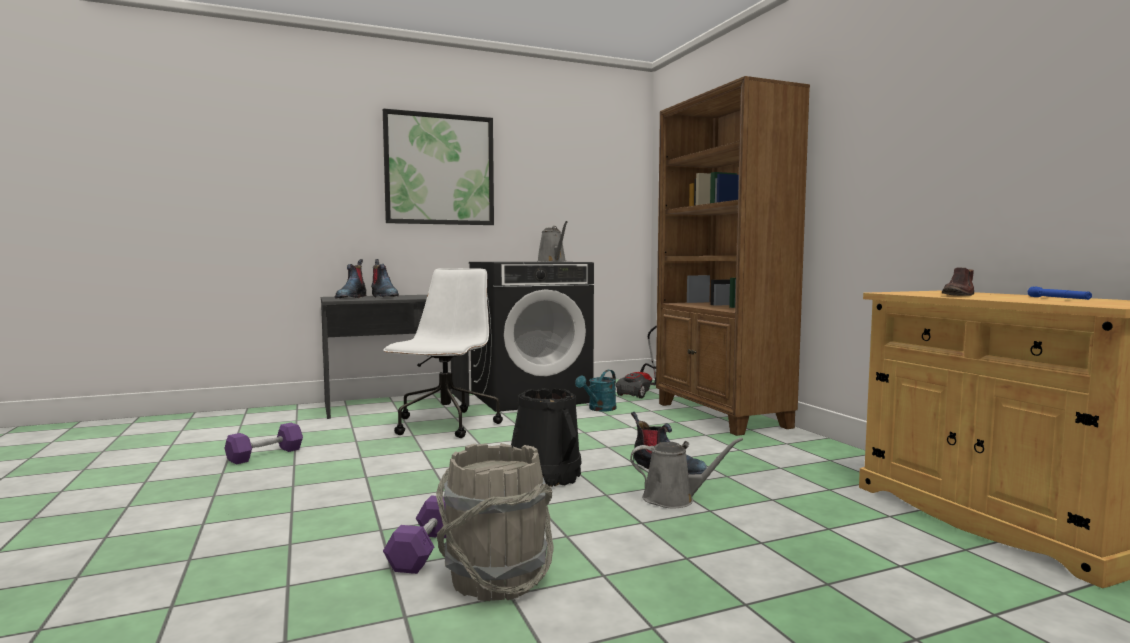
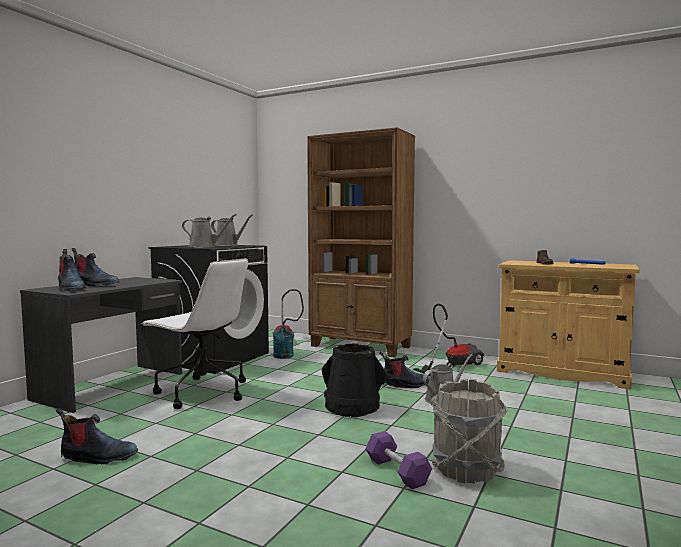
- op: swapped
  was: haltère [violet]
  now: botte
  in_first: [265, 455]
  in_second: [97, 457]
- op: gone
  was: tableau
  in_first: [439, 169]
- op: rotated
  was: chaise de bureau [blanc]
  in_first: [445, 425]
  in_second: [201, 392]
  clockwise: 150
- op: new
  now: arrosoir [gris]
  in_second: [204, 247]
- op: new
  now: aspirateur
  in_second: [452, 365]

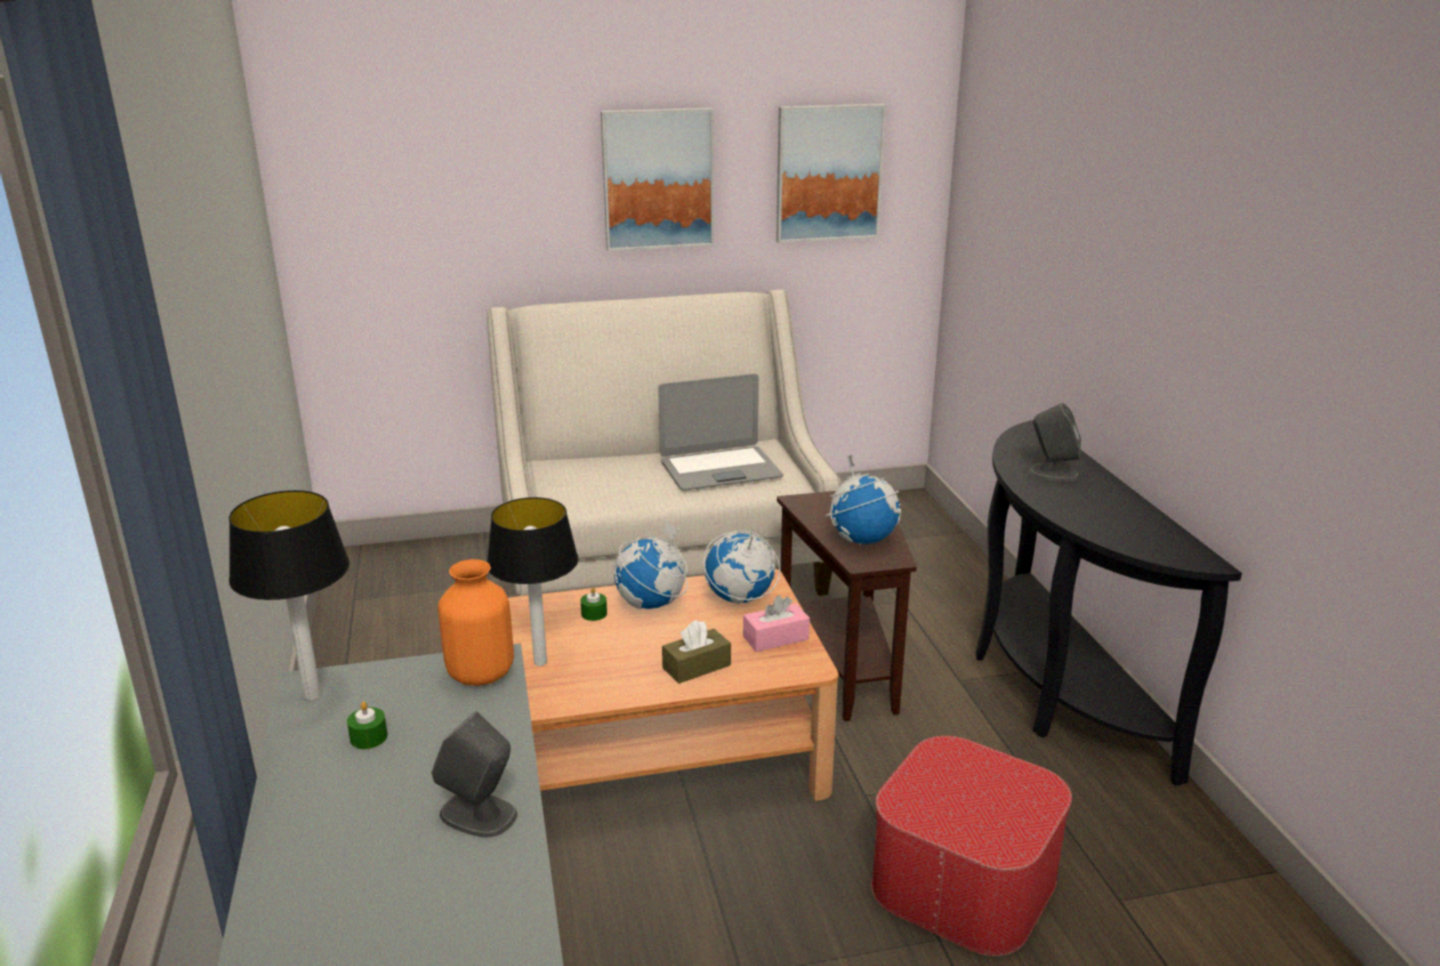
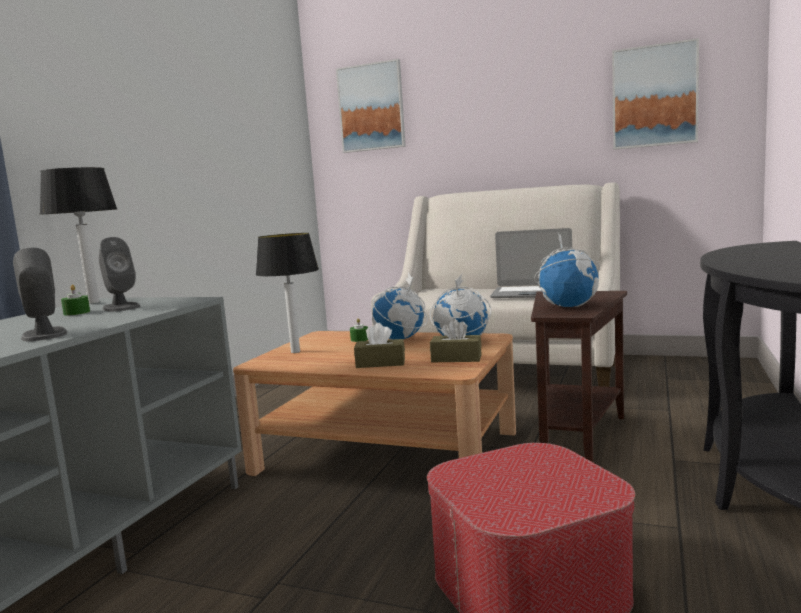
- op: gone
  was: vase [orange]
  in_first: [481, 674]
- op: shifted
  was: tableau
  in_first: [658, 179]
  in_second: [371, 107]
- op: repainted
  was: boîte à mouchoirs [rose]
  now: boîte à mouchoirs [marron]
  in_first: [775, 638]
  in_second: [456, 358]
- op: shifted
  was: enceinte [gris]
  in_first: [1053, 473]
  in_second: [121, 307]

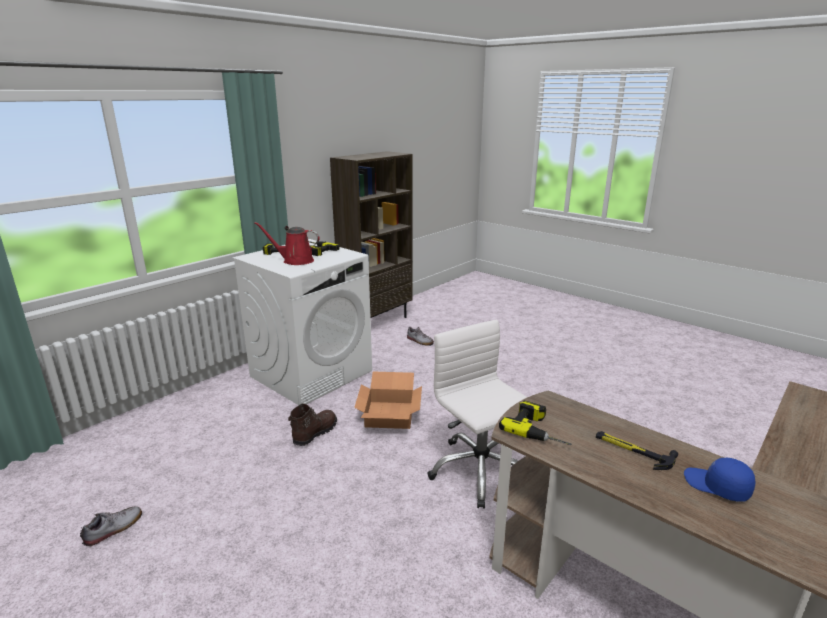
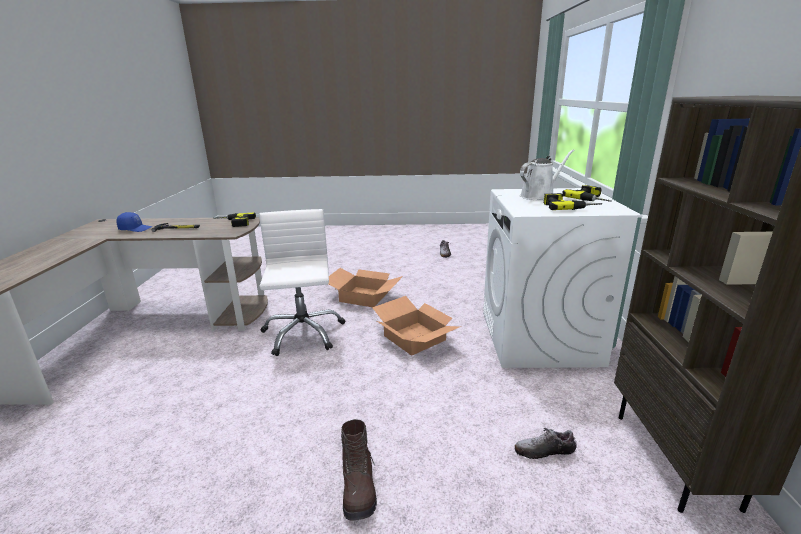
- op: repainted
  was: arrosoir [rouge]
  now: arrosoir [blanc]
  in_first: [295, 261]
  in_second: [539, 196]
- op: shifted
  was: botte [marron]
  in_first: [314, 433]
  in_second: [358, 487]
- op: rotated
  was: chaise de bureau [blanc]
  in_first: [479, 471]
  in_second: [303, 333]
  clockwise: -120
- op: new
  now: carton
  in_second: [365, 296]

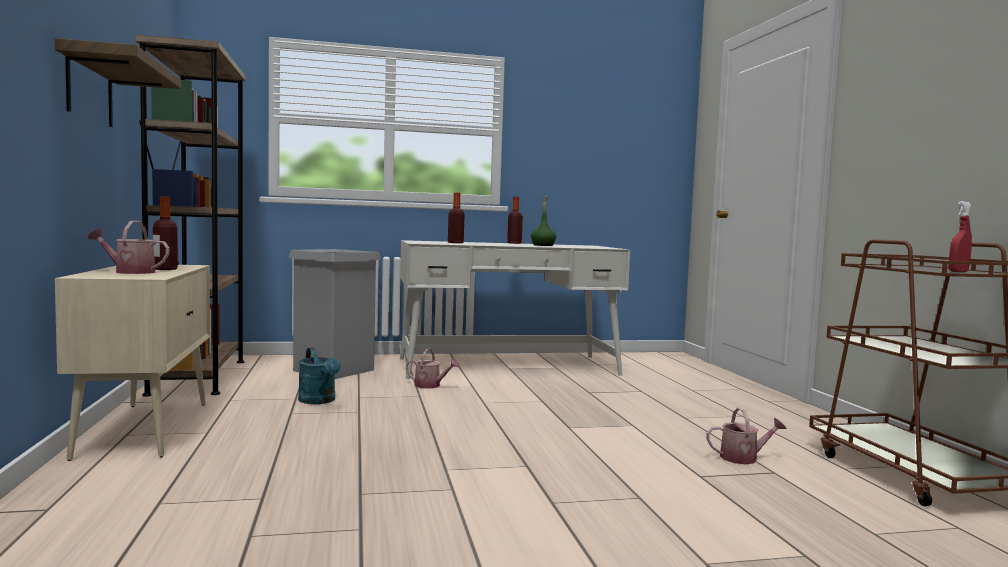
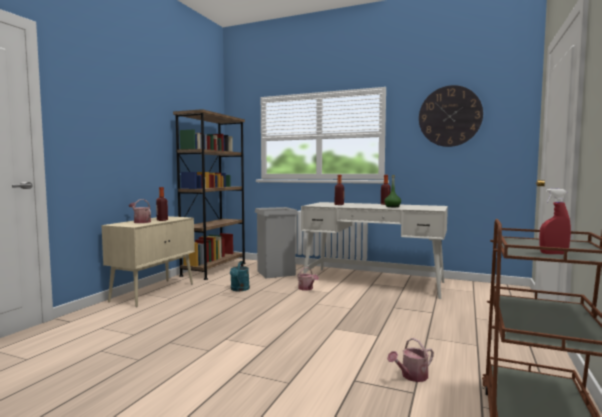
- op: gone
  was: étagère
  in_first: [89, 89]
- op: rotated
  was: arrosoir
  in_first: [743, 458]
  in_second: [411, 376]
  clockwise: 120
- op: new
  now: horloge murale
  in_second: [450, 116]

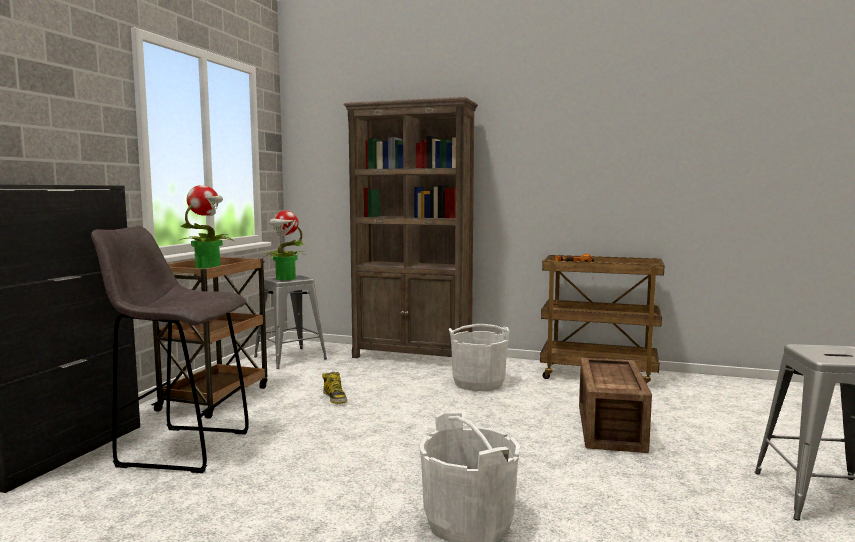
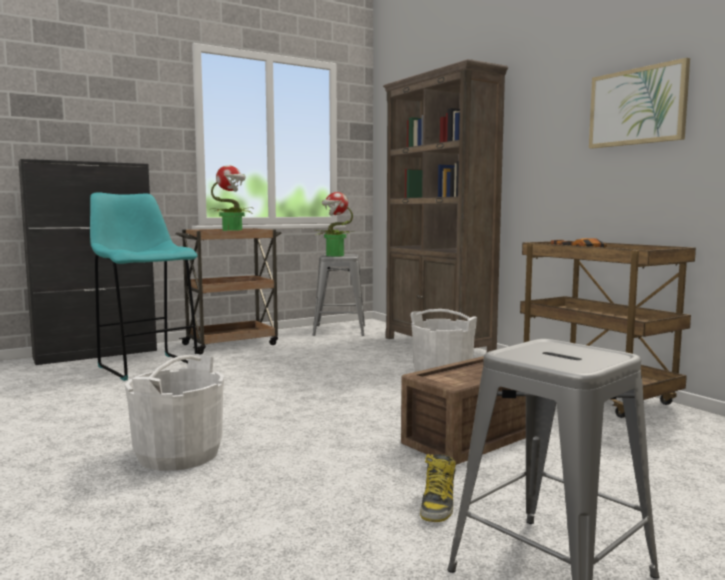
- op: repainted
  was: tabouret [gris]
  now: tabouret [turquoise]
  in_first: [181, 448]
  in_second: [146, 366]
- op: shifted
  was: botte
  in_first: [335, 398]
  in_second: [438, 504]
- op: new
  now: tableau
  in_second: [637, 107]

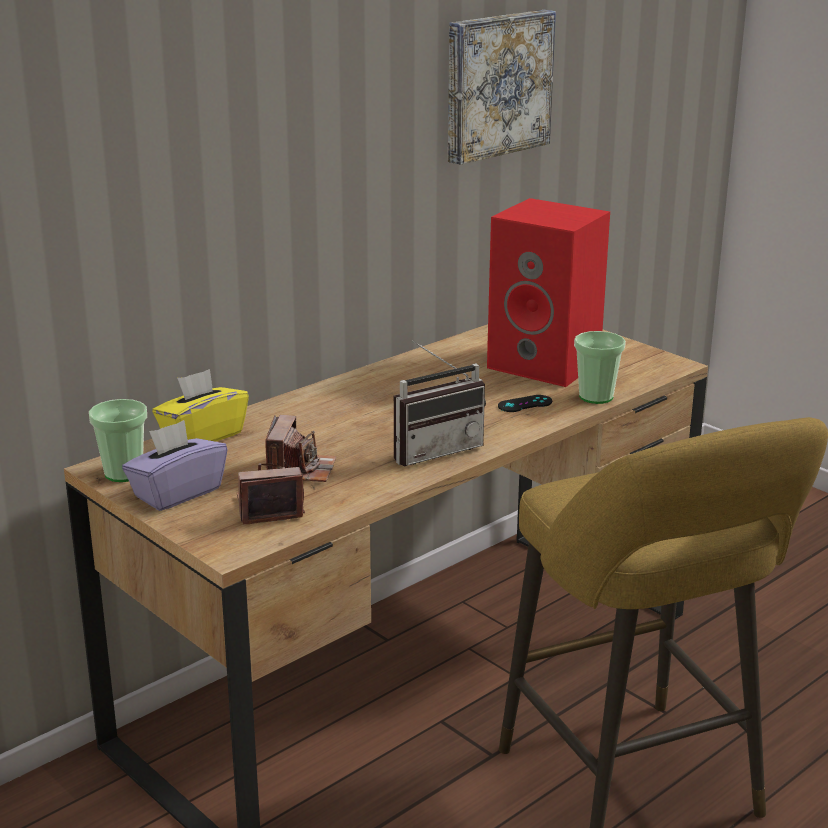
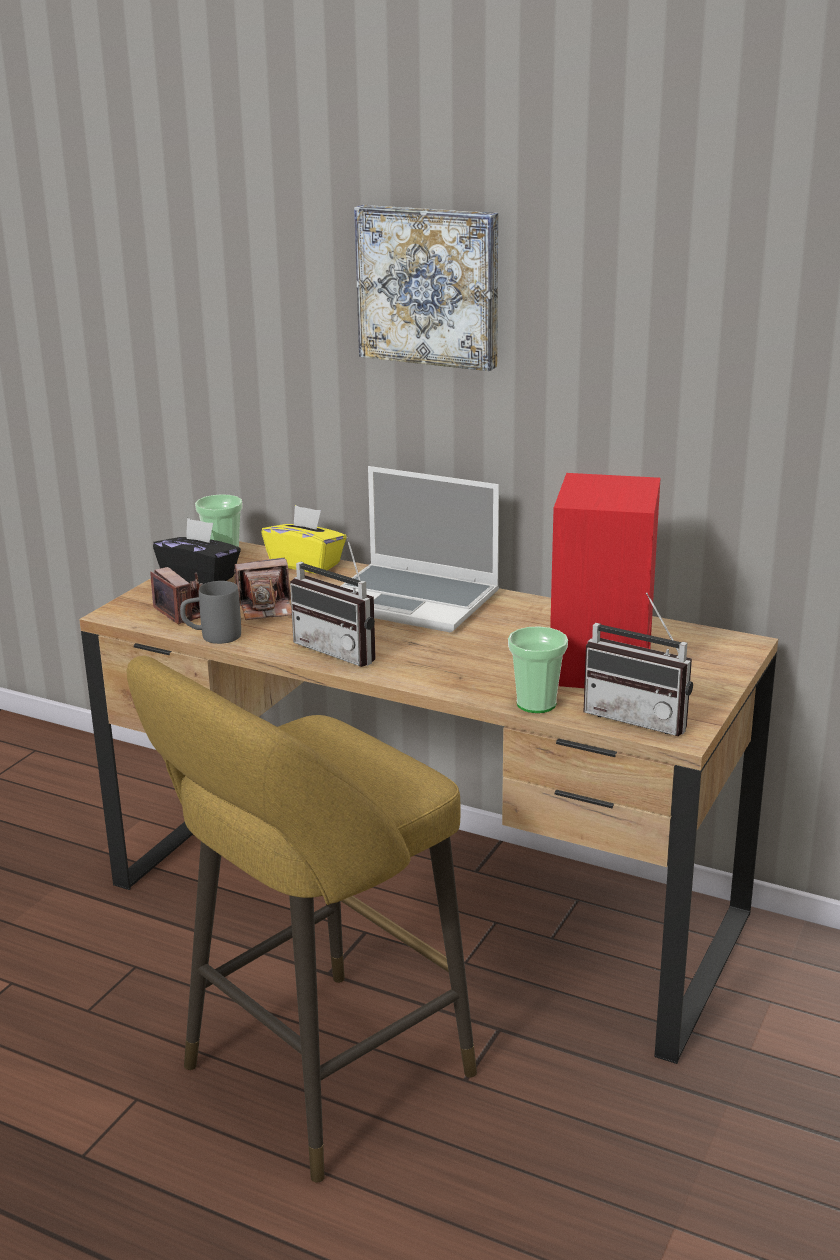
- op: repainted
  was: boîte à mouchoirs [violet]
  now: boîte à mouchoirs [noir]
  in_first: [177, 493]
  in_second: [200, 578]
- op: shifted
  was: tableau
  in_first: [496, 84]
  in_second: [430, 285]
- op: gone
  was: manette [noir]
  in_first: [525, 404]
- op: new
  now: mug [gris]
  in_second: [212, 637]
- op: new
  now: ordinateur portable
  in_second: [415, 600]
- op: new
  now: radio
  in_second: [640, 717]

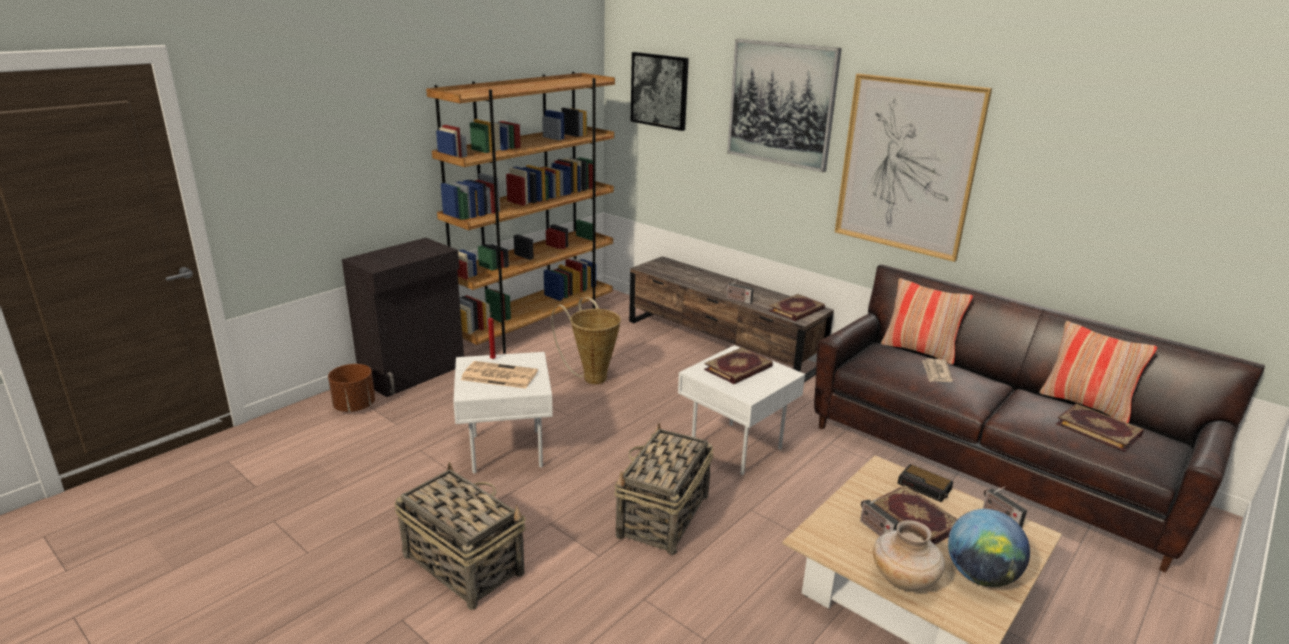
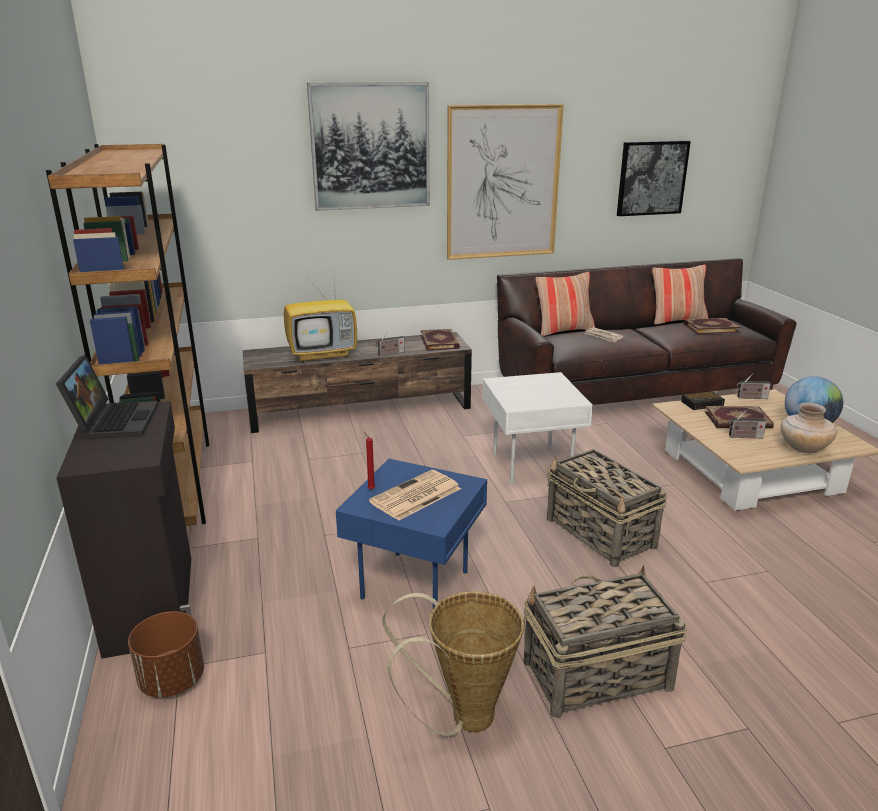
- op: repainted
  was: table d'appoint [blanc]
  now: table d'appoint [bleu]
  in_first: [504, 452]
  in_second: [416, 587]
- op: shifted
  was: panier
  in_first: [591, 377]
  in_second: [462, 718]
- op: shifted
  was: tableau
  in_first: [659, 90]
  in_second: [651, 178]
- op: gone
  was: livre
  in_first: [739, 369]
- op: new
  now: ordinateur portable
  in_second: [114, 421]
- op: new
  now: téléviseur
  in_second: [323, 354]

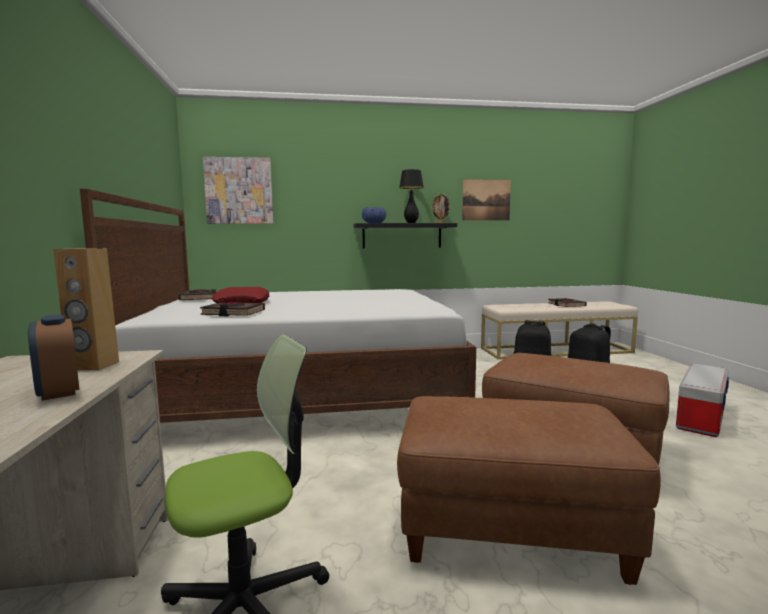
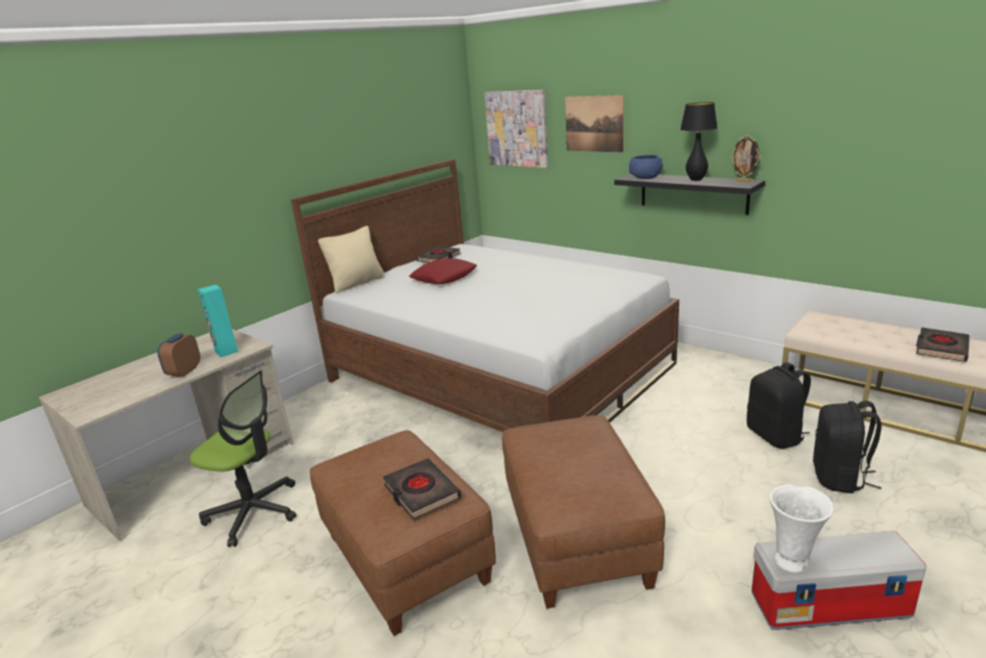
- op: repainted
  was: enceinte [marron]
  now: enceinte [turquoise]
  in_first: [93, 366]
  in_second: [226, 352]
- op: shifted
  was: livre [noir]
  in_first: [233, 313]
  in_second: [421, 492]
- op: shifted
  was: tableau
  in_first: [486, 200]
  in_second: [594, 124]
- op: new
  now: coussin [beige]
  in_second: [357, 283]
- op: new
  now: vase [blanc]
  in_second: [793, 561]

